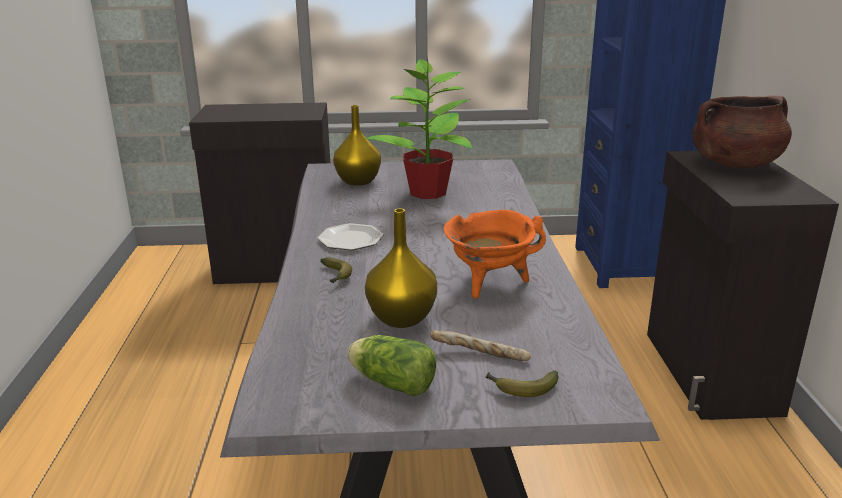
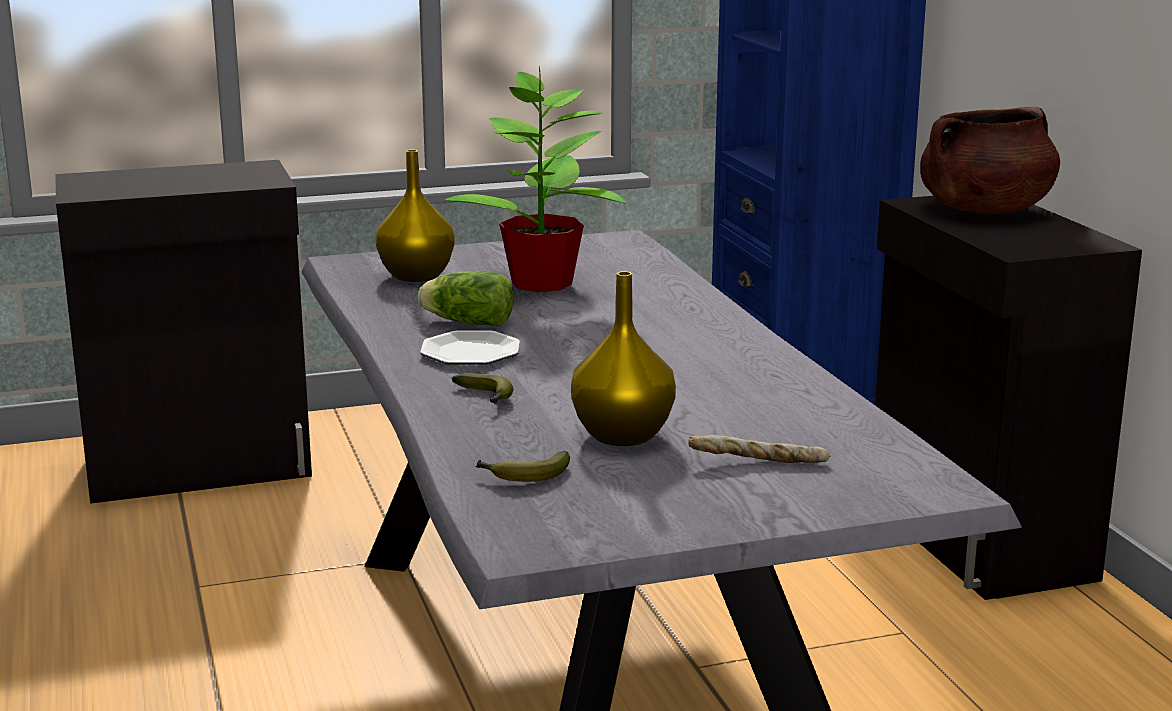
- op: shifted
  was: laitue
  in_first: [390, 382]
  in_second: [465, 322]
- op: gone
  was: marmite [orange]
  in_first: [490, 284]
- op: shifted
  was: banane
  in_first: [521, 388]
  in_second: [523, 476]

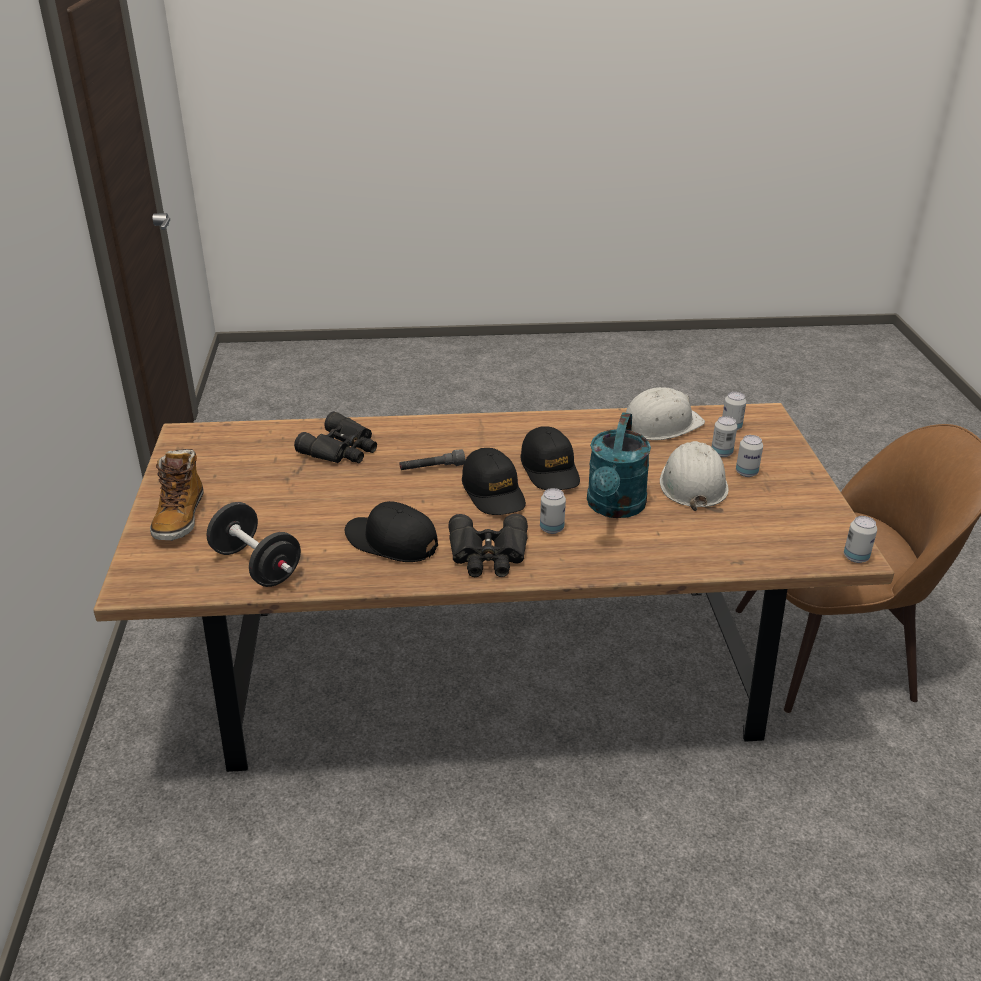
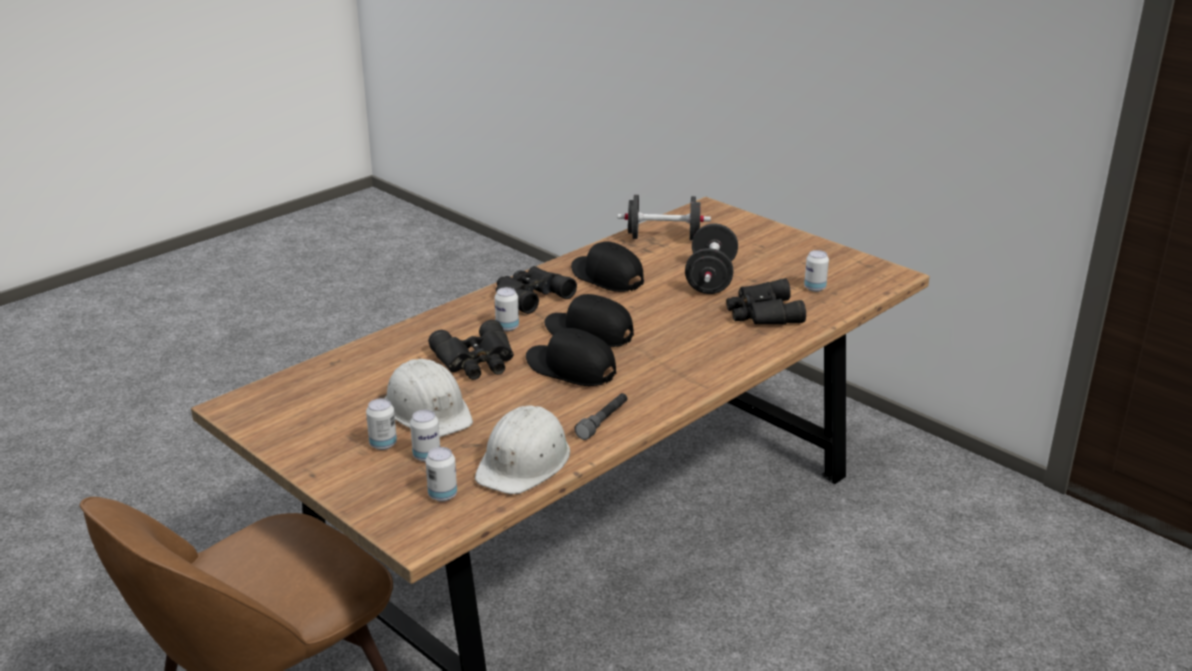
- op: gone
  was: botte
  in_first: [180, 517]
- op: rotated
  was: casquette [noir]
  in_first: [391, 542]
  in_second: [607, 277]
  clockwise: -120
- op: shifted
  was: lampe de poche [gris]
  in_first: [432, 468]
  in_second: [603, 422]
- op: swapped
  was: arrosoir [turquoise]
  now: jumelles [noir]
  in_first: [614, 508]
  in_second: [476, 361]
- op: shifted
  was: boîte métallique
  in_first: [855, 557]
  in_second: [814, 288]
- op: new
  now: haltère [noir]
  in_second: [711, 279]

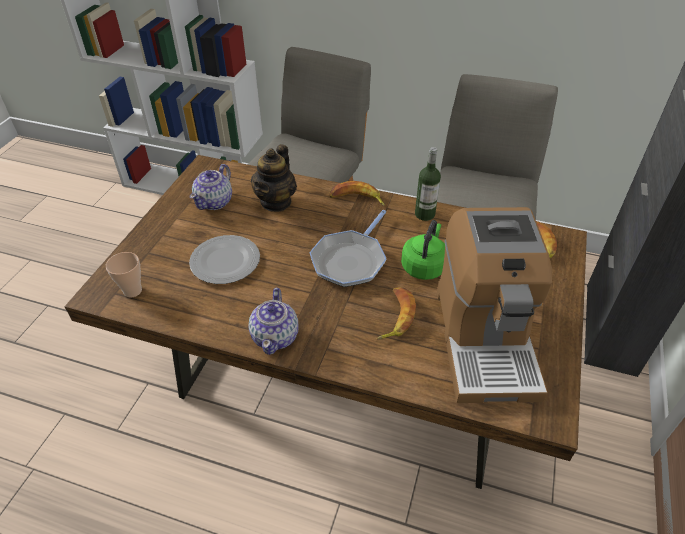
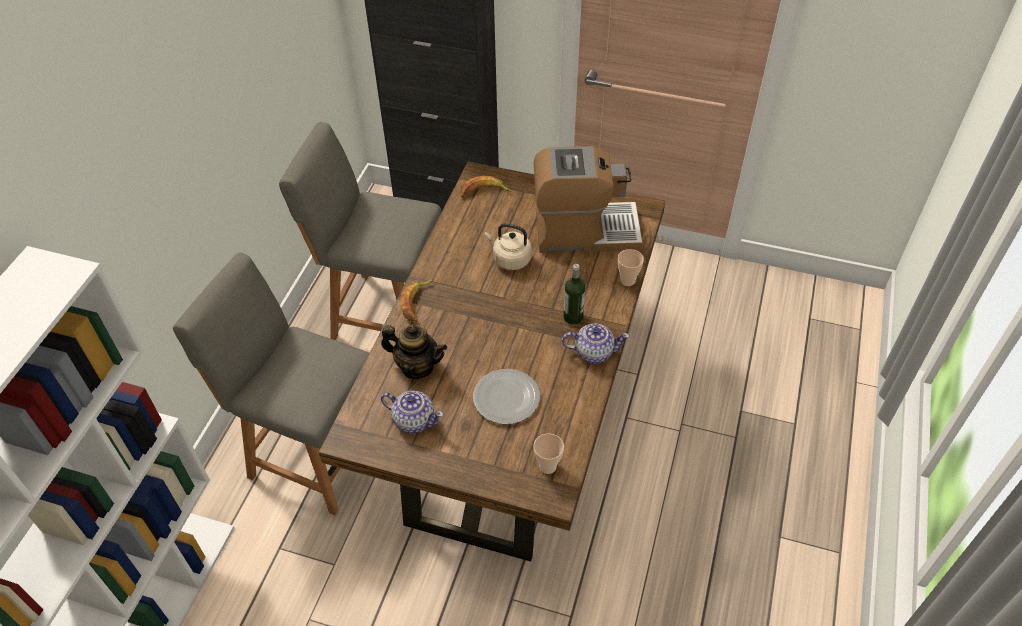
- op: gone
  was: poêle
  in_first: [350, 260]
- op: gone
  was: banane
  in_first: [395, 316]
- op: repainted
  was: bouilloire [vert]
  now: bouilloire [beige]
  in_first: [424, 266]
  in_second: [510, 259]
- op: shifted
  was: bouteille
  in_first: [424, 214]
  in_second: [573, 317]
- op: new
  now: tasse
  in_second: [627, 280]

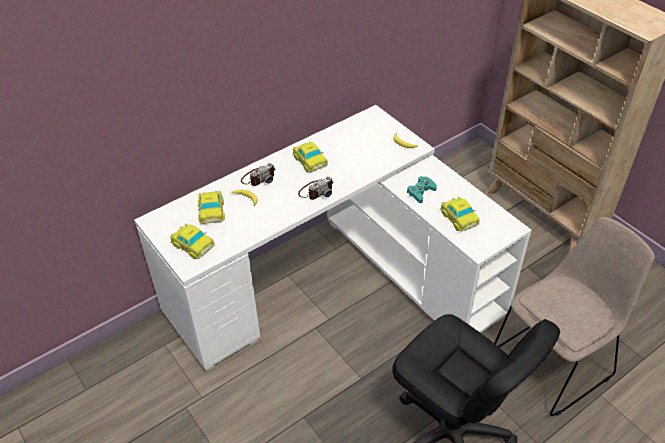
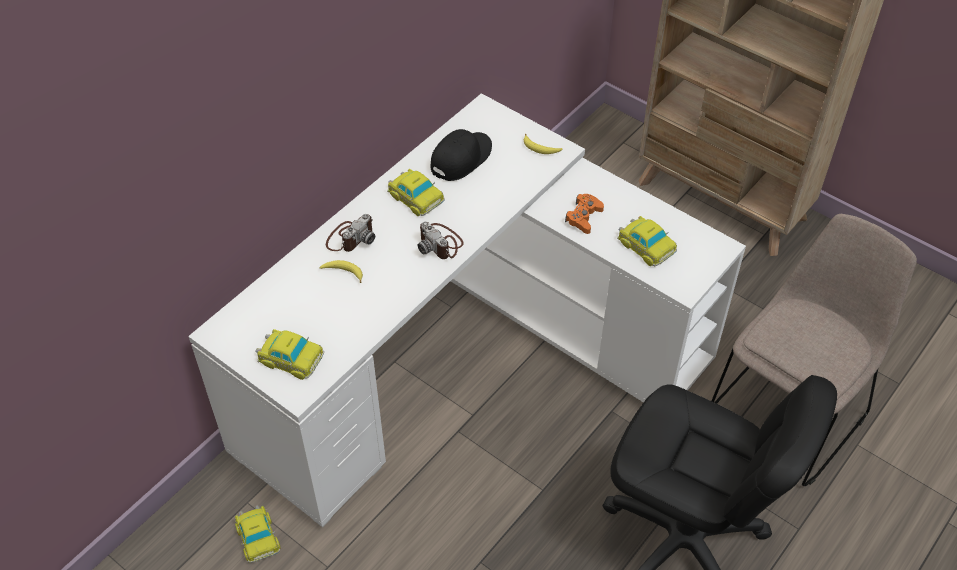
- op: shifted
  was: petite voiture
  in_first: [211, 210]
  in_second: [257, 536]
- op: rotated
  was: appareil photo
  in_first: [316, 191]
  in_second: [440, 243]
  clockwise: 105
- op: repainted
  was: manette [turquoise]
  now: manette [orange]
  in_first: [421, 192]
  in_second: [583, 217]
- op: new
  now: casquette [noir]
  in_second: [461, 158]

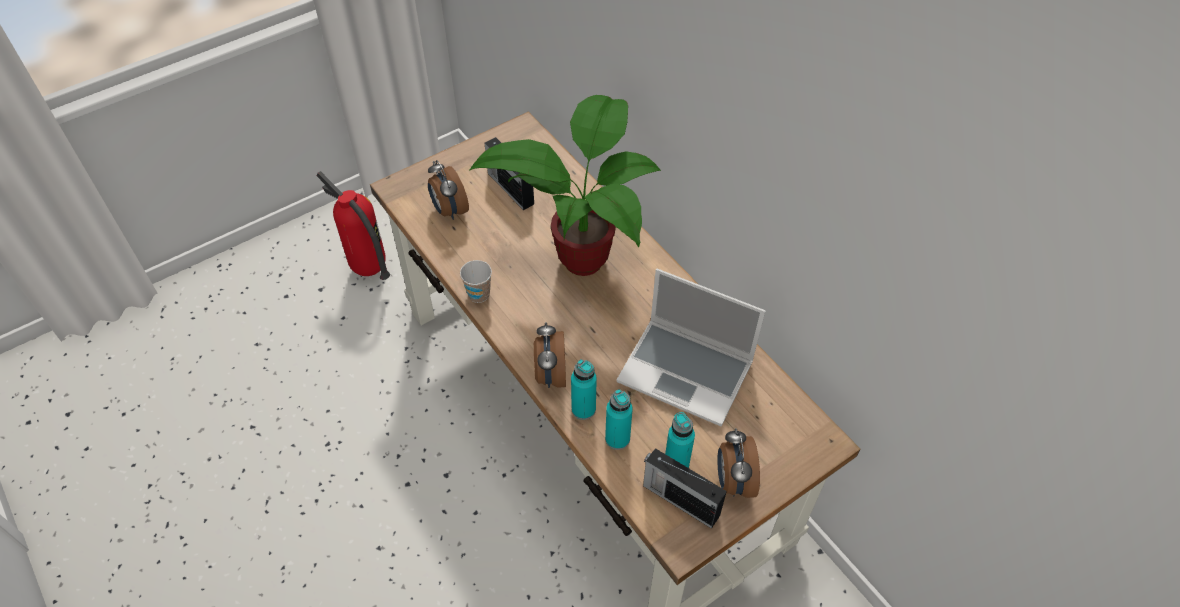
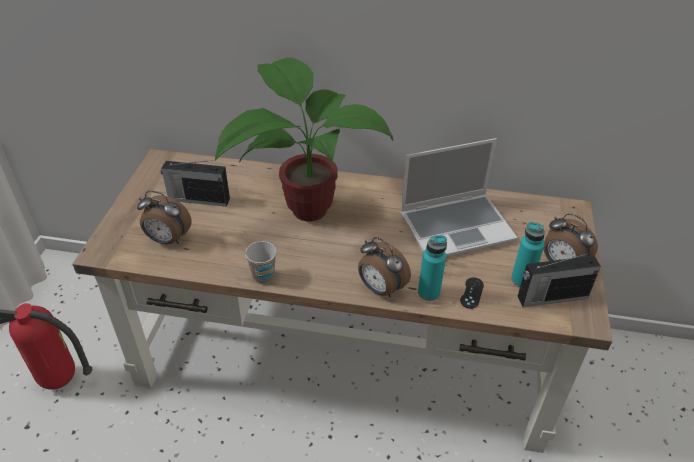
- op: swapped
  was: bouteille [turquoise]
  now: manette [noir]
  in_first: [617, 439]
  in_second: [471, 293]

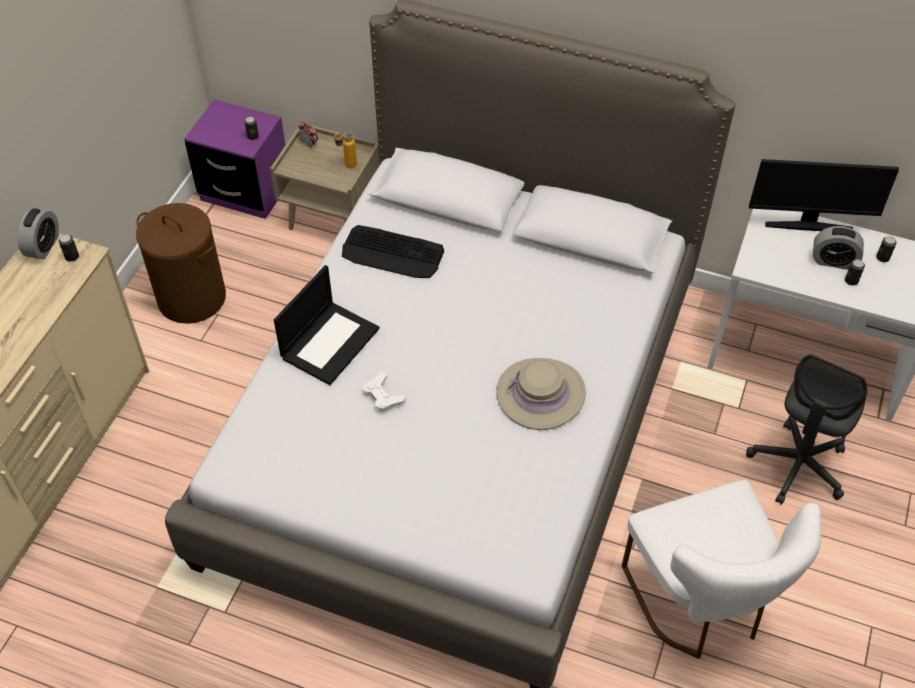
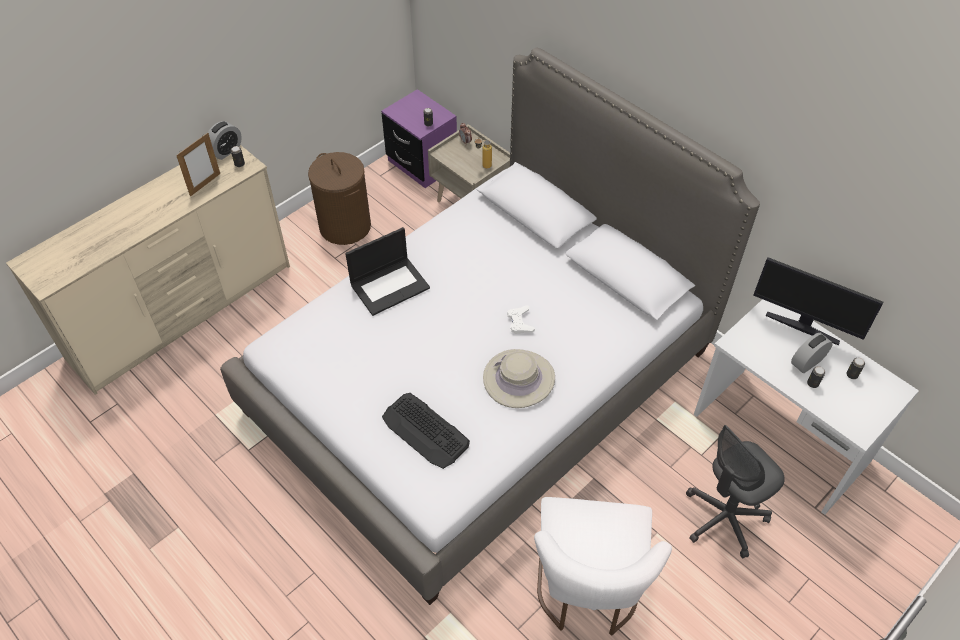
- op: shifted
  was: clavier
  in_first: [393, 253]
  in_second: [425, 431]
- op: shifted
  was: manette [blanc]
  in_first: [382, 395]
  in_second: [520, 322]
- op: rotated
  was: réveil
  in_first: [833, 261]
  in_second: [807, 362]
  clockwise: 105
- op: new
  now: cadre photo
  in_second: [205, 184]

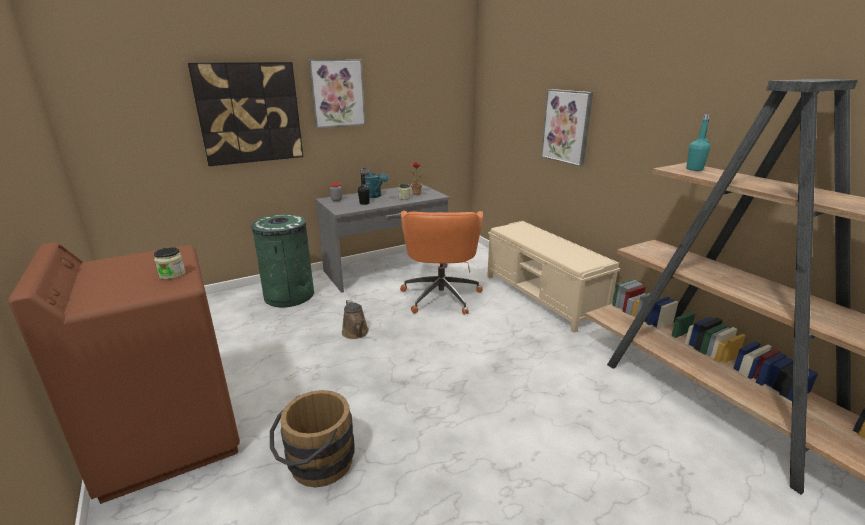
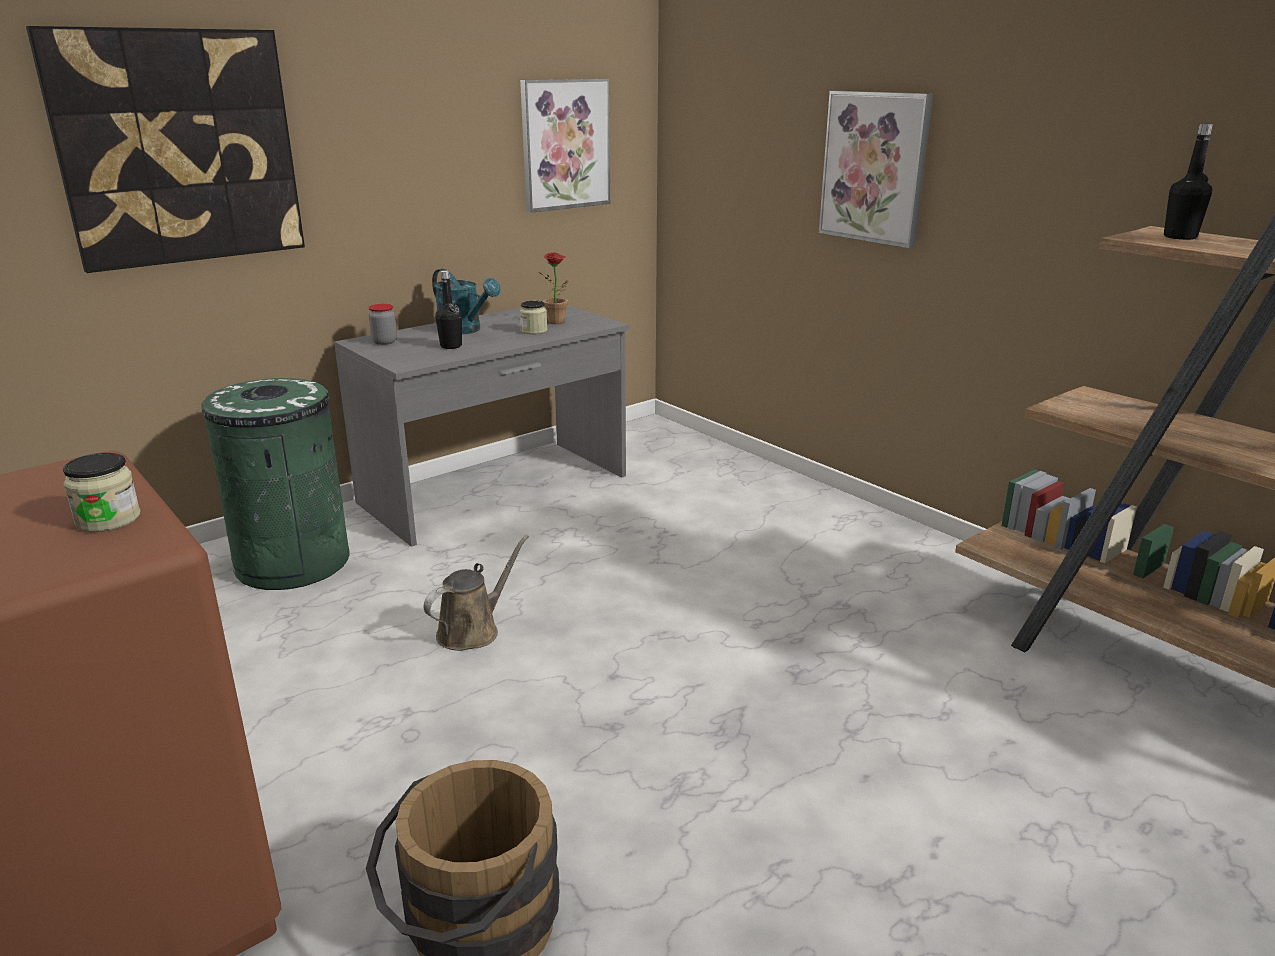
- op: shifted
  was: tableau
  in_first: [337, 93]
  in_second: [565, 144]
- op: rotated
  was: arrosoir [marron]
  in_first: [356, 333]
  in_second: [473, 631]
  clockwise: -105
- op: gone
  was: chaise de bureau [orange]
  in_first: [441, 295]
- op: gone
  was: banc [beige]
  in_first: [543, 297]
- op: repainted
  was: bouteille [turquoise]
  now: bouteille [noir]
  in_first: [694, 169]
  in_second: [1180, 237]

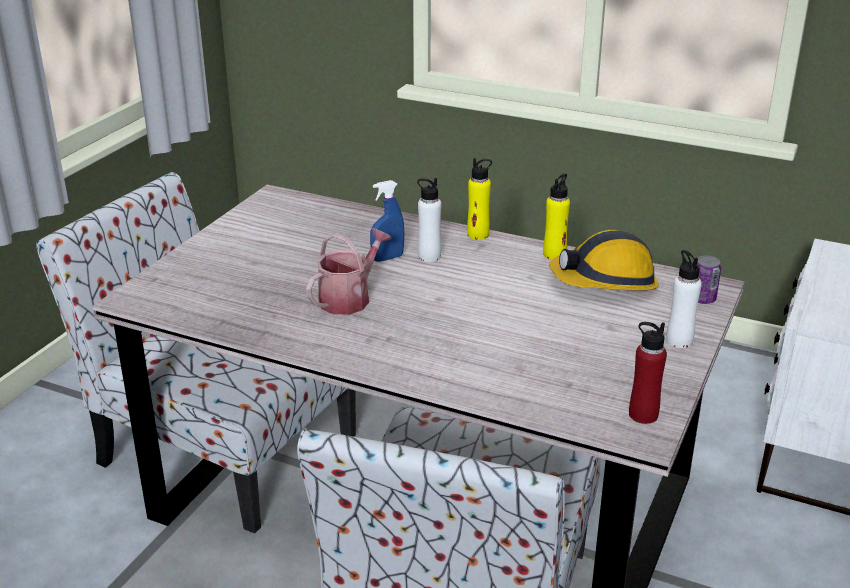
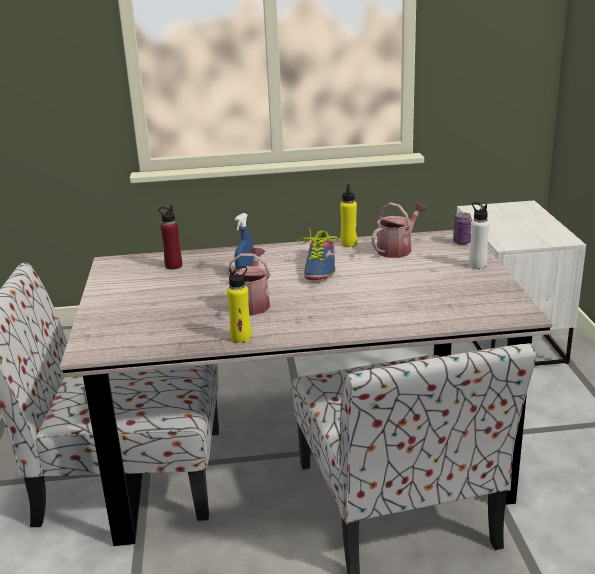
- op: gone
  was: bouteille [blanc]
  in_first: [429, 256]
- op: shifted
  was: bouteille [jaune]
  in_first: [478, 234]
  in_second: [241, 338]
- op: swapped
  was: casque de chantier
  now: arrosoir
  in_first: [605, 282]
  in_second: [397, 249]
- op: shifted
  was: bouteille [rouge]
  in_first: [643, 415]
  in_second: [173, 266]
- op: new
  now: chaussure
  in_second: [320, 267]

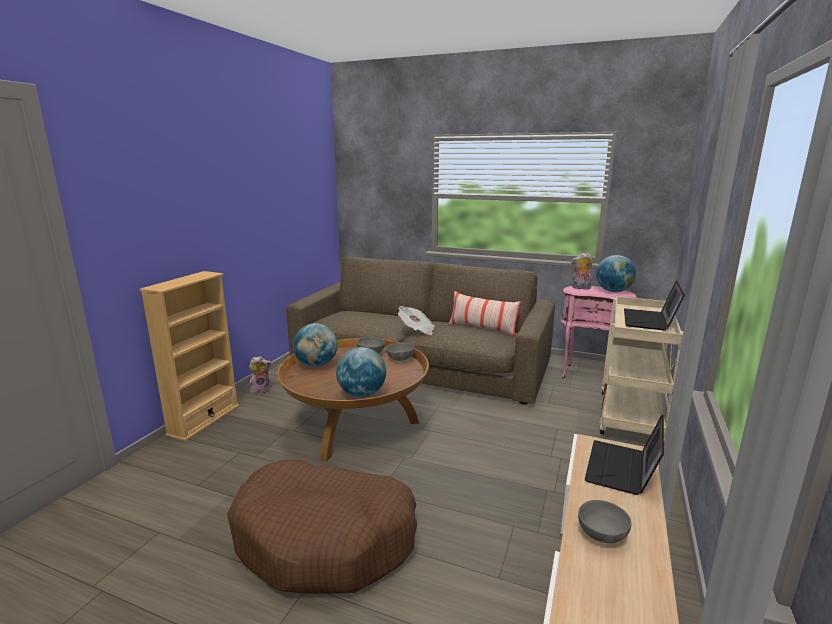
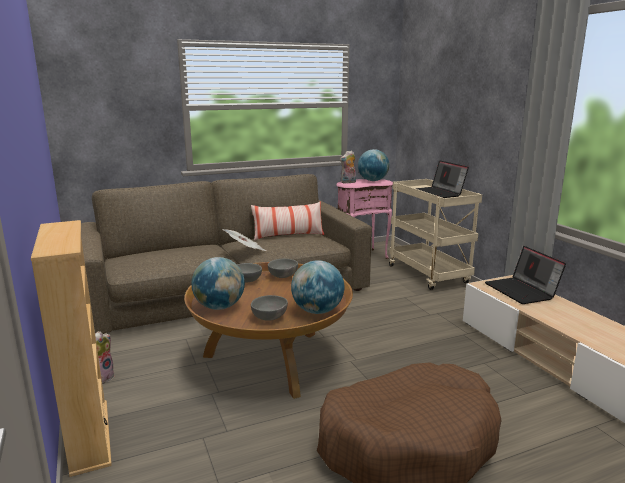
- op: shifted
  was: bol [gris]
  in_first: [602, 536]
  in_second: [270, 318]

